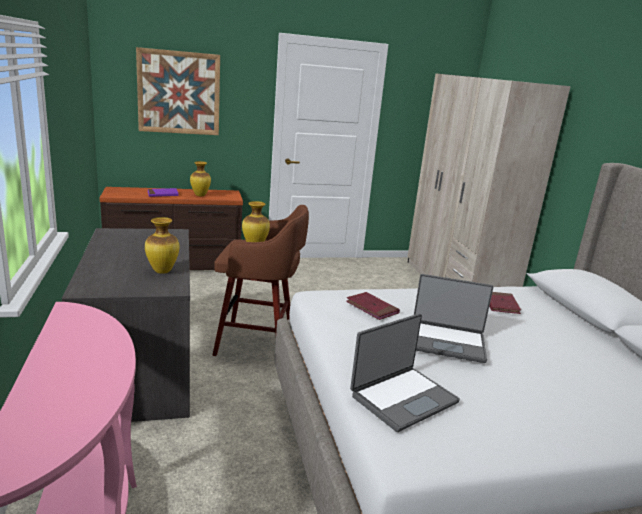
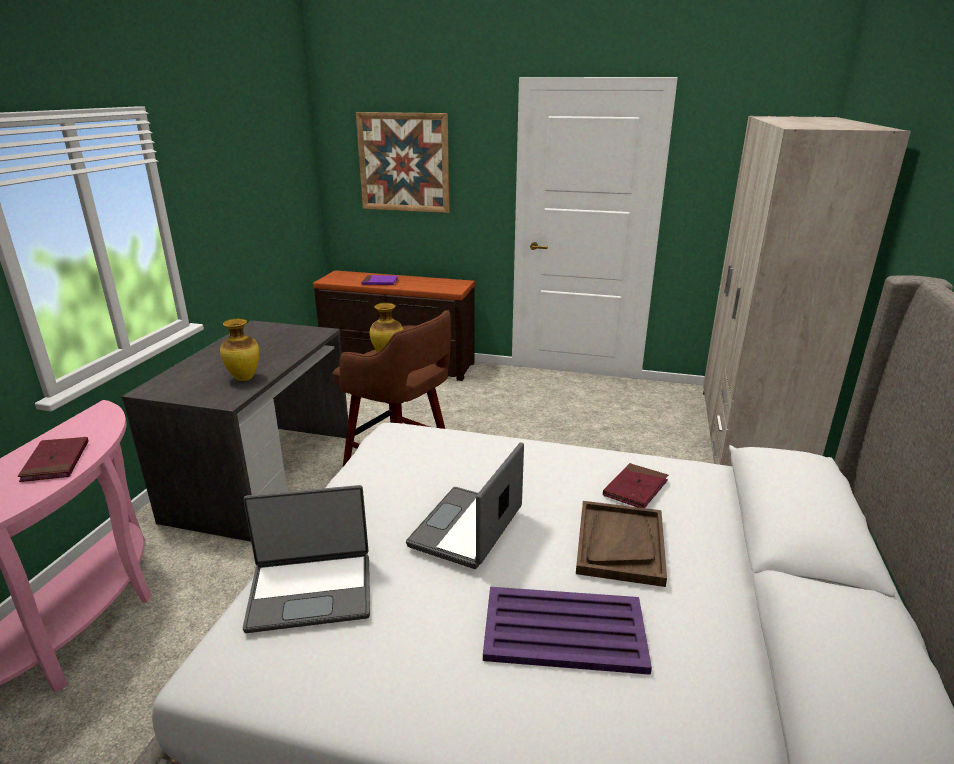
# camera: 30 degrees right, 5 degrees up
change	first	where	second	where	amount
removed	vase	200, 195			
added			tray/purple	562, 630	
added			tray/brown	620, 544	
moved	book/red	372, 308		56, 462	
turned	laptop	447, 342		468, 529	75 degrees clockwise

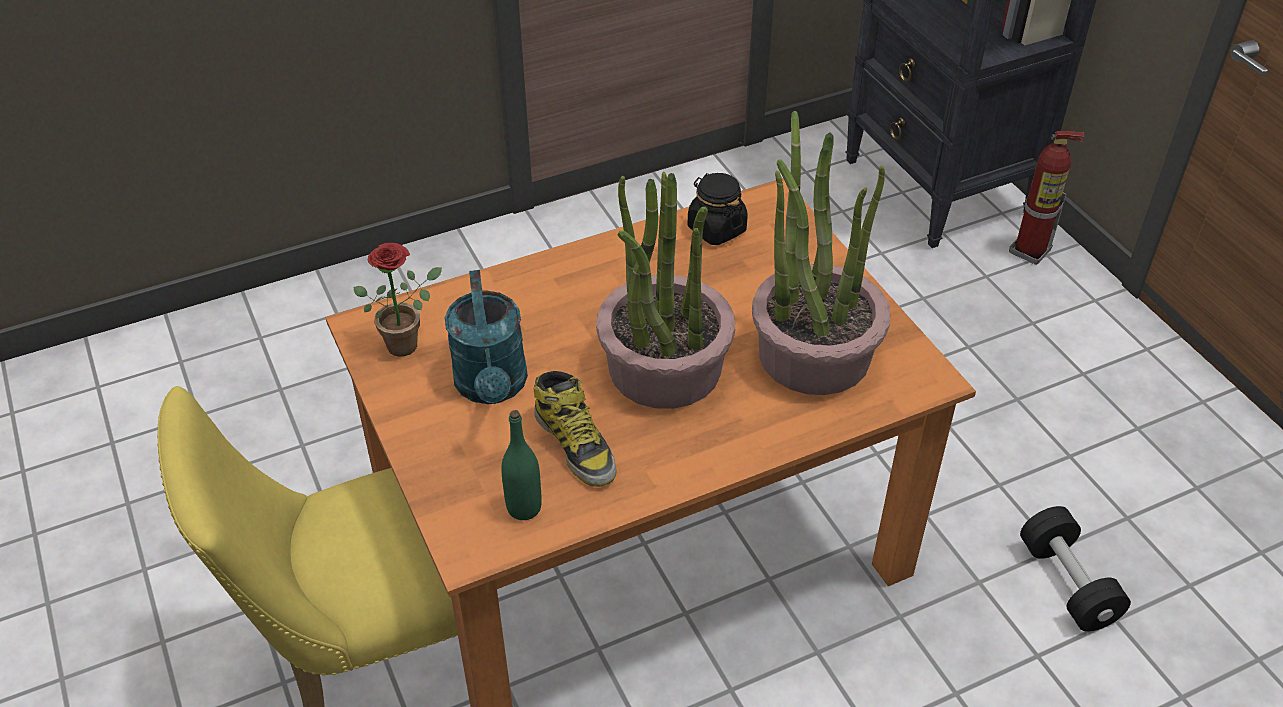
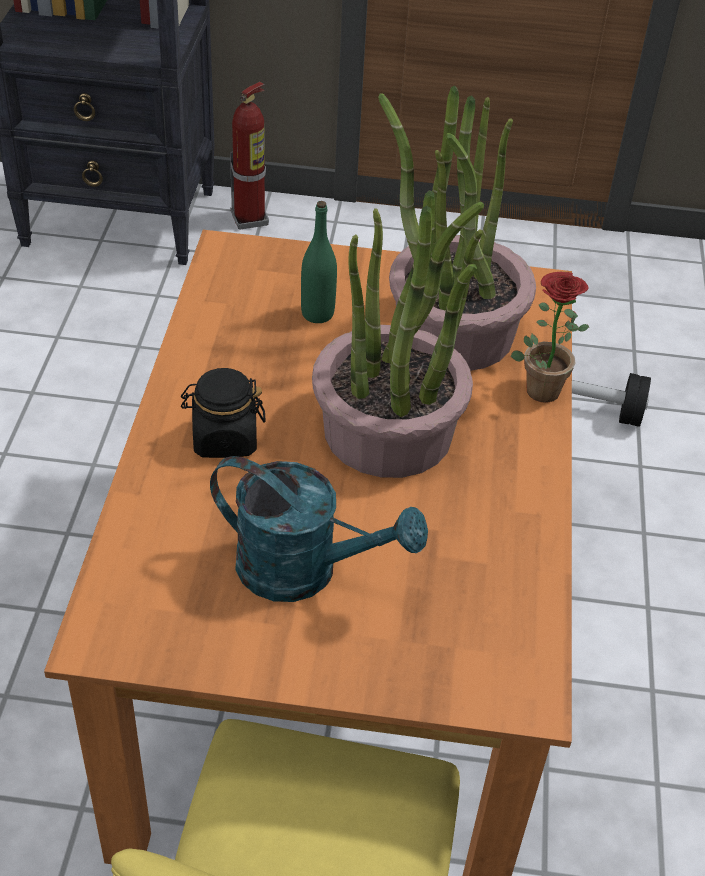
# camera: 60 degrees left, 0 degrees up
change	first	where	second	where	amount
removed	boot	576, 444			
moved	potted plant	407, 342		540, 385	
moved	bottle/green	524, 508		317, 314	
moved	jar/black	716, 229		224, 439	

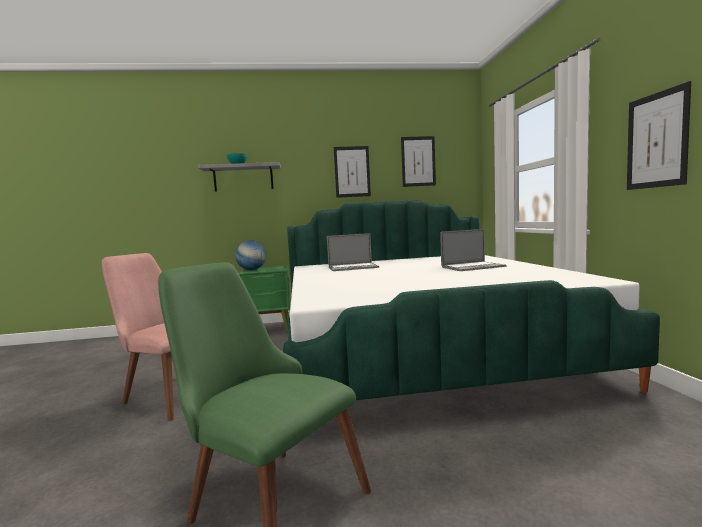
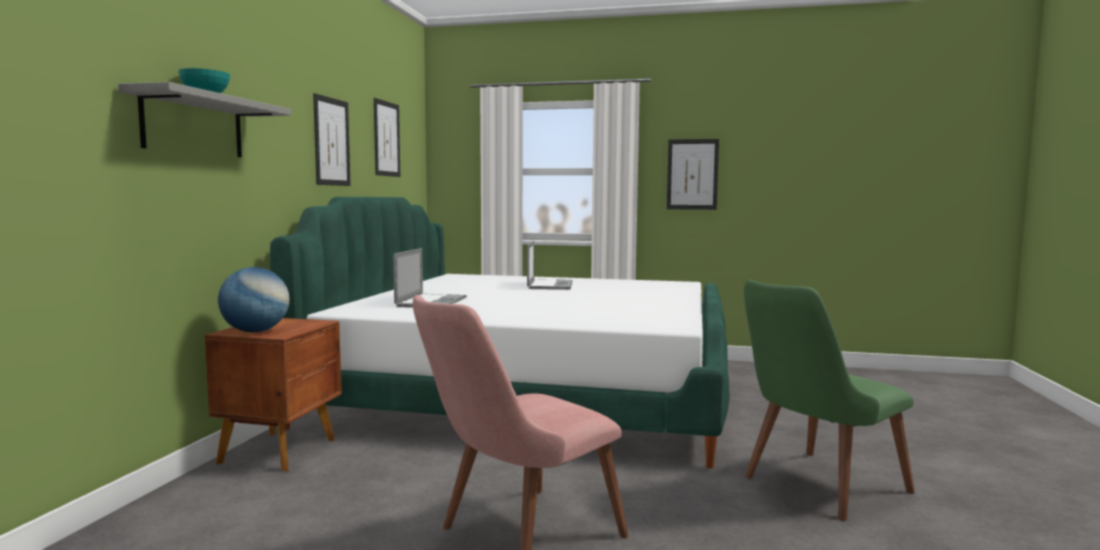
# camera: 70 degrees left, 0 degrees up
change	first	where	second	where	amount
recoloured	nightstand/green	270, 329	nightstand/brown	280, 450	

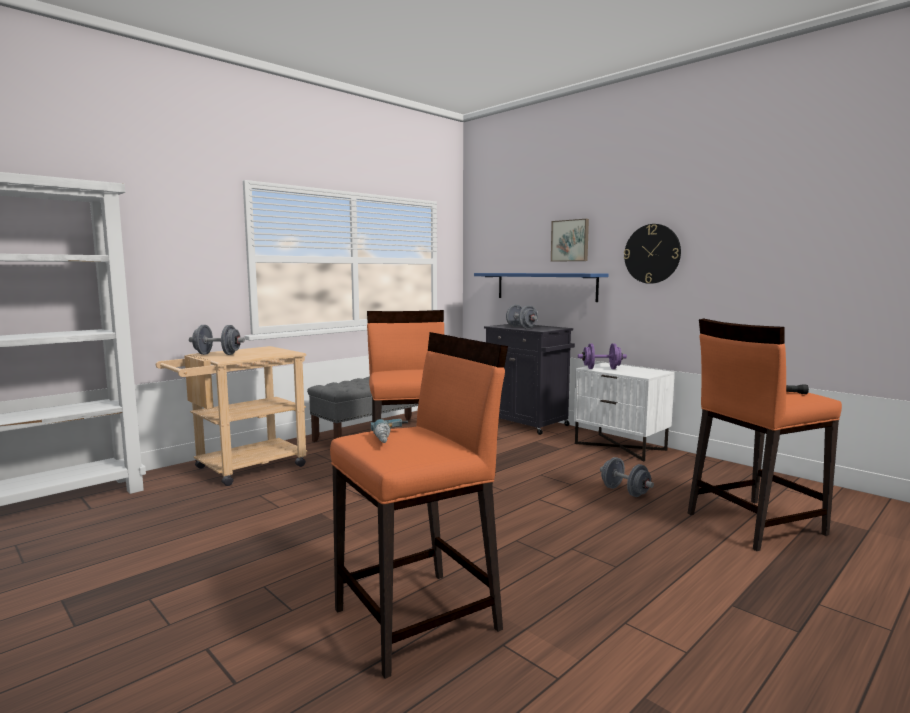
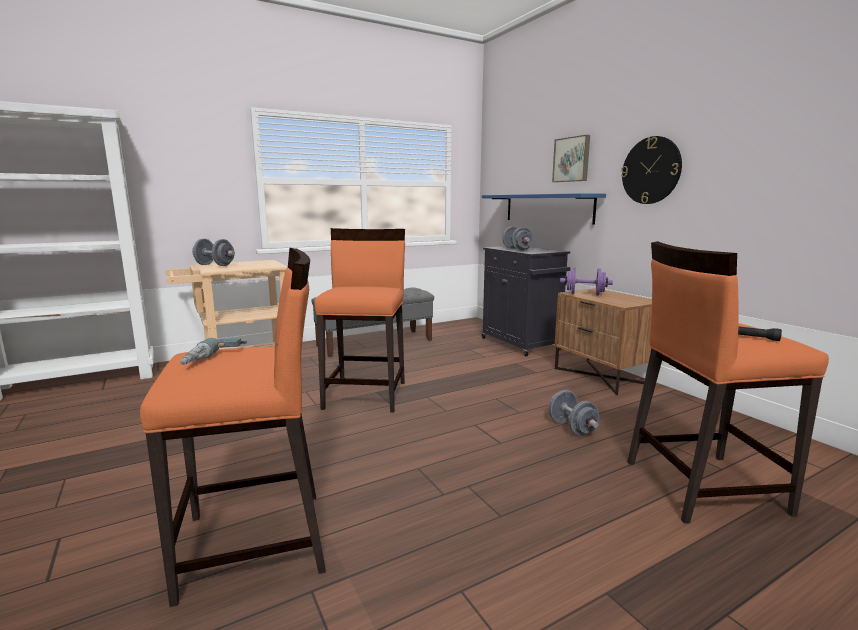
# camera: 15 degrees right, 5 degrees up
change	first	where	second	where	amount
recoloured	nightstand/white	621, 446	nightstand/brown	602, 376	

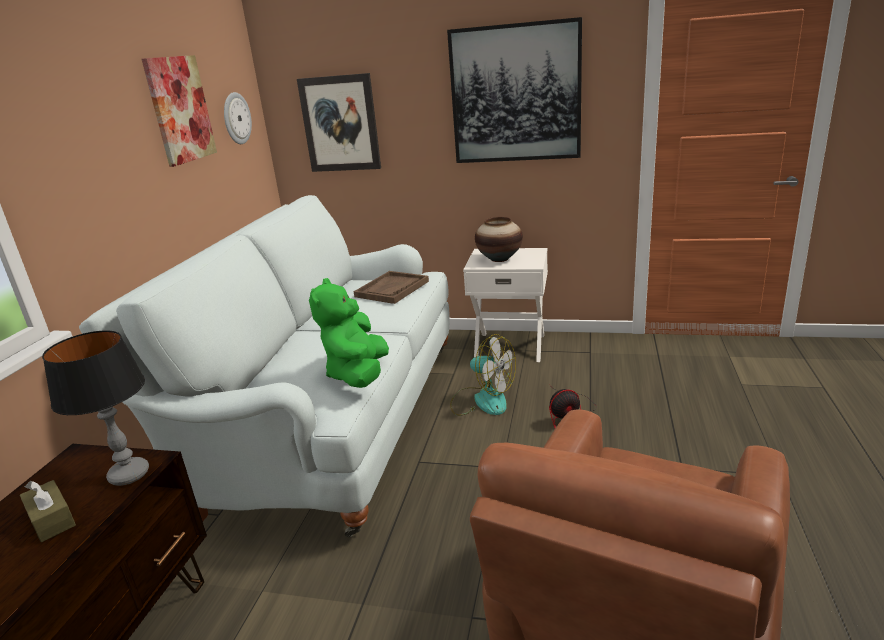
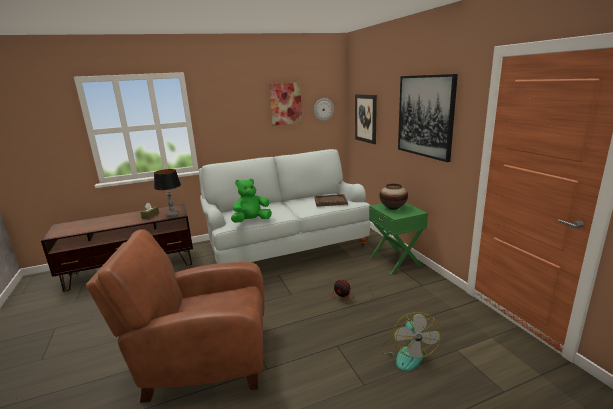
# camera: 55 degrees right, 5 degrees down
change	first	where	second	where	amount
moved	fan	482, 400		406, 353	
recoloured	nightstand/white	510, 346	nightstand/green	396, 261	

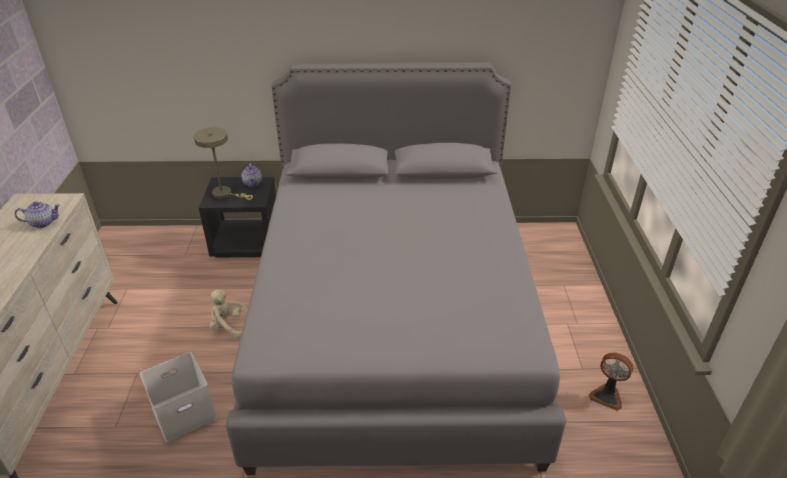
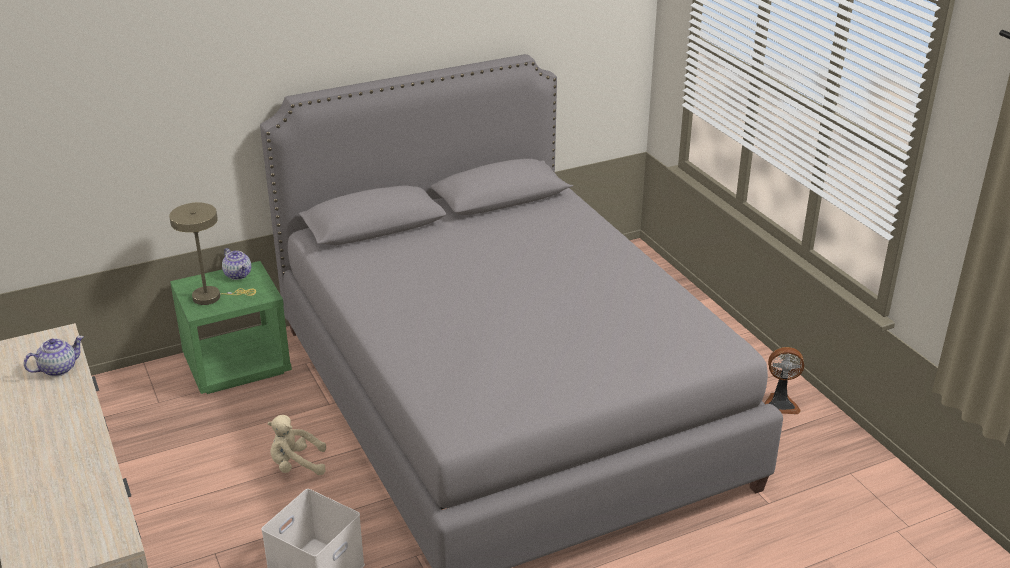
# camera: 25 degrees left, 5 degrees down
change	first	where	second	where	amount
recoloured	nightstand/black	247, 242	nightstand/green	237, 365	

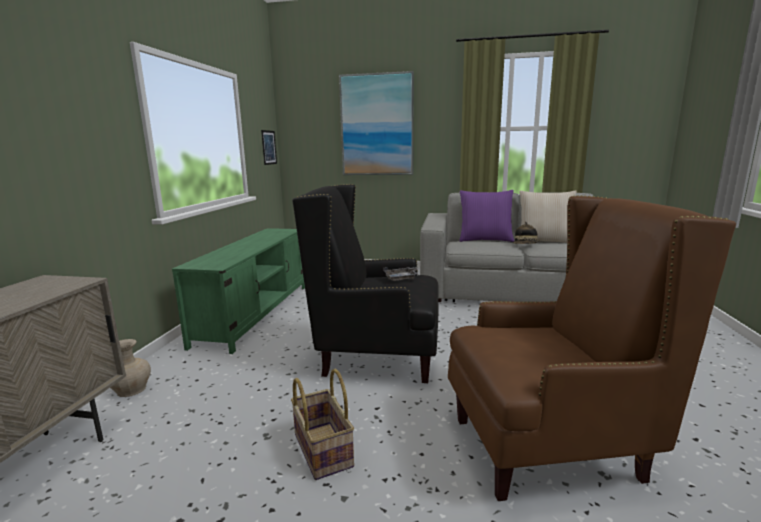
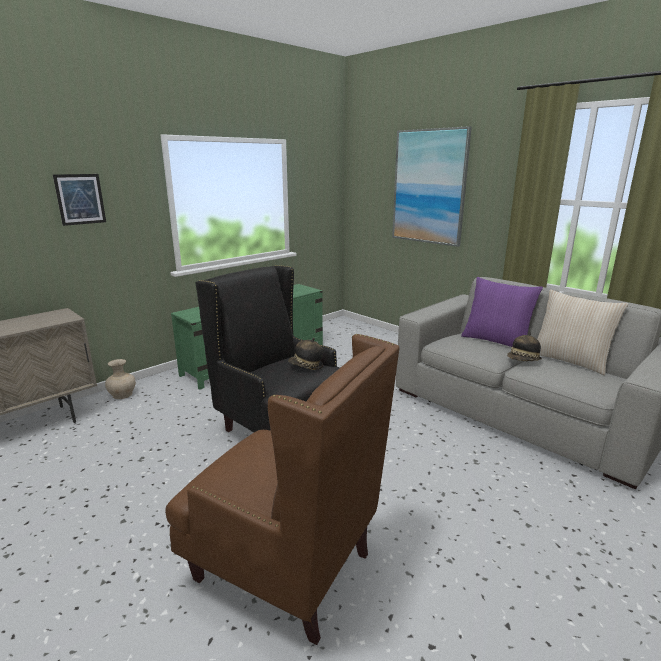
# camera: 35 degrees right, 5 degrees up
change	first	where	second	where	amount
removed	basket	321, 450			
moved	picture	269, 147		80, 199	
replaced	tray/grey	402, 278	hat	306, 366	

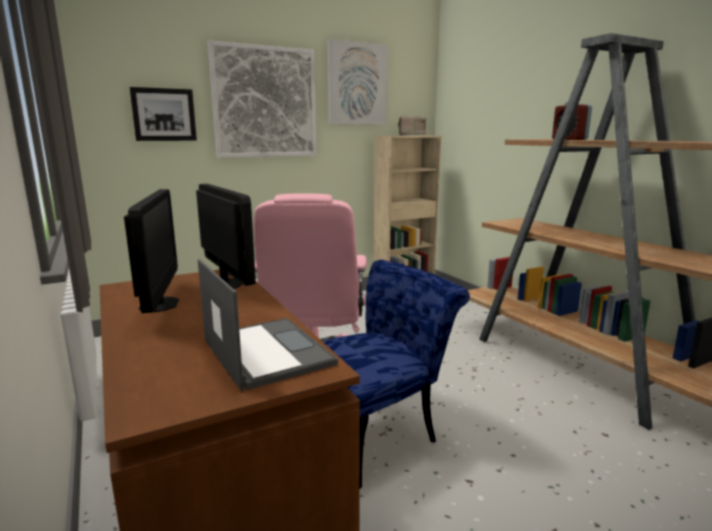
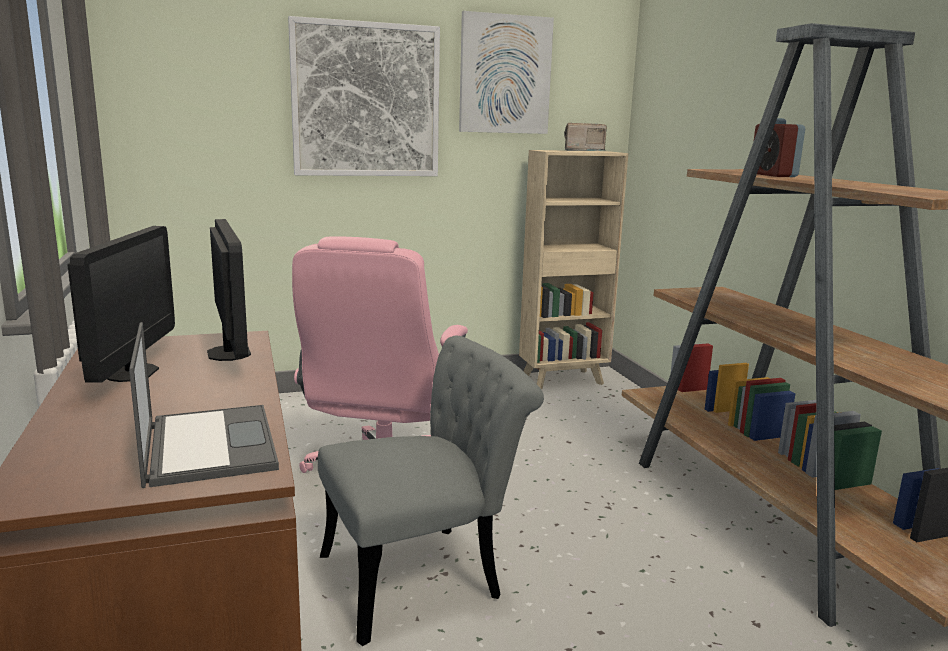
# camera: 10 degrees right, 0 degrees up
change	first	where	second	where	amount
removed	picture	164, 114			
recoloured	chair/blue	377, 433	chair/grey	425, 575	

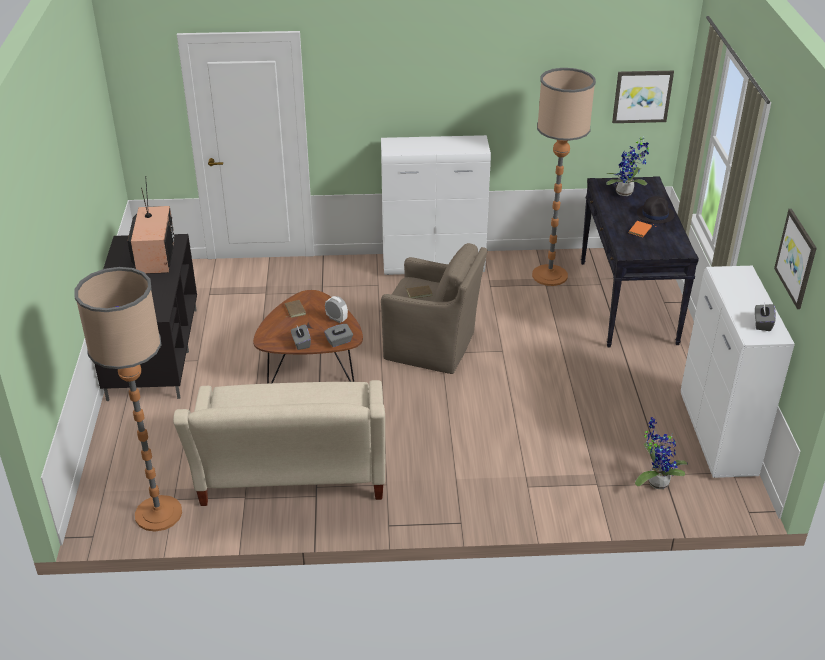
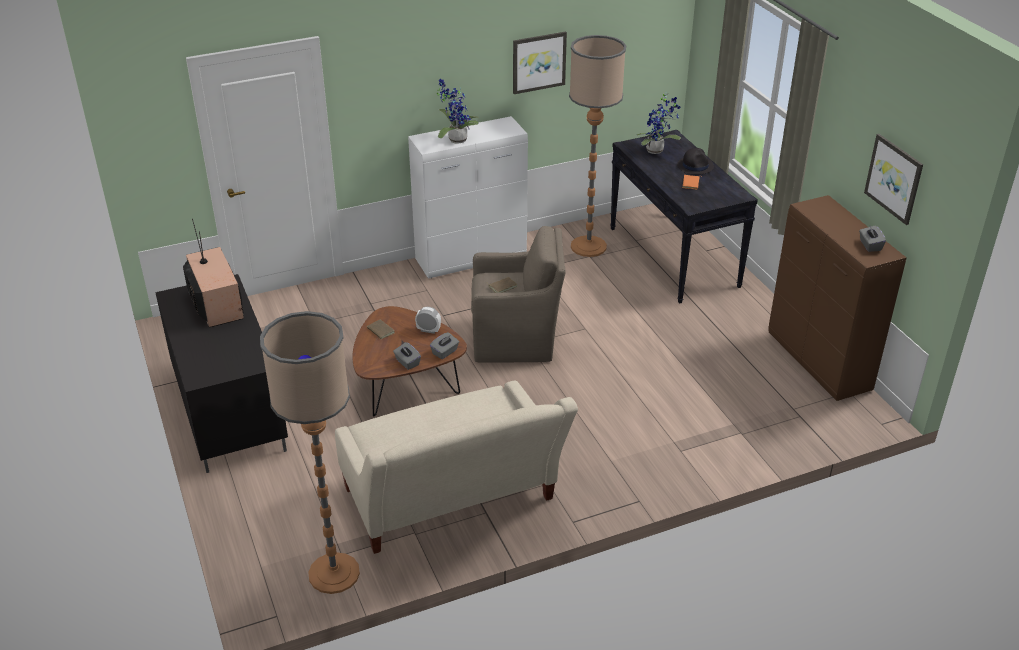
# camera: 20 degrees left, 0 degrees up
change	first	where	second	where	amount
moved	picture	642, 96		538, 62	
moved	potted plant	655, 481		455, 139	
recoloured	cabinet/white	717, 436	cabinet/brown	819, 363	

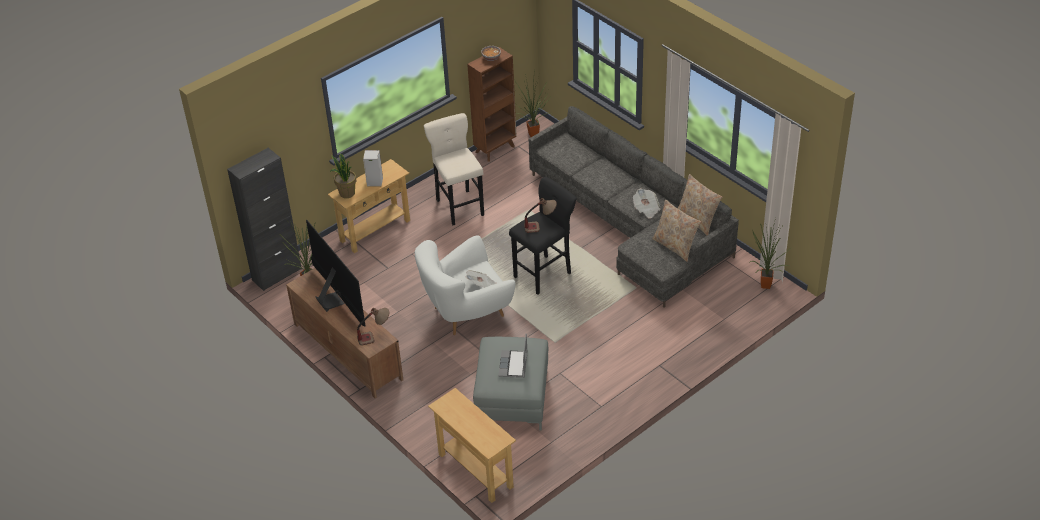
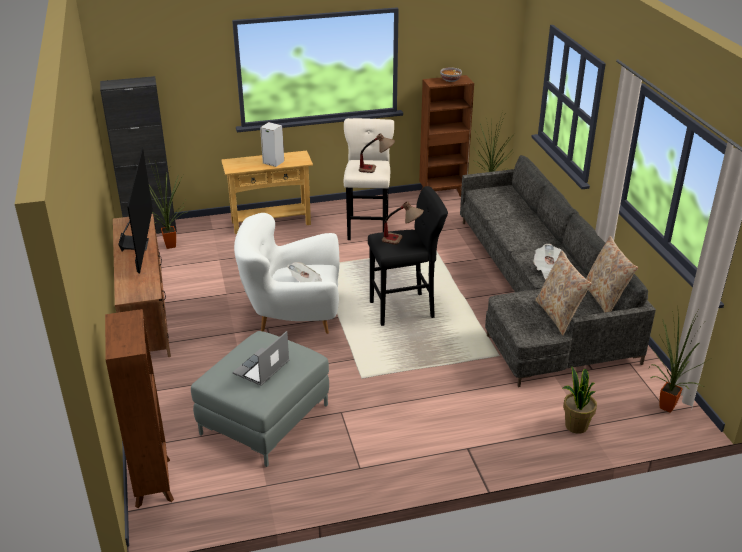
# camera: 25 degrees right, 10 degrees down
change	first	where	second	where	amount
moved	potted plant	346, 193		575, 425	
moved	table lamp	375, 337		376, 170	
replaced	console table/beige	475, 470	bookcase/brown	153, 481	

